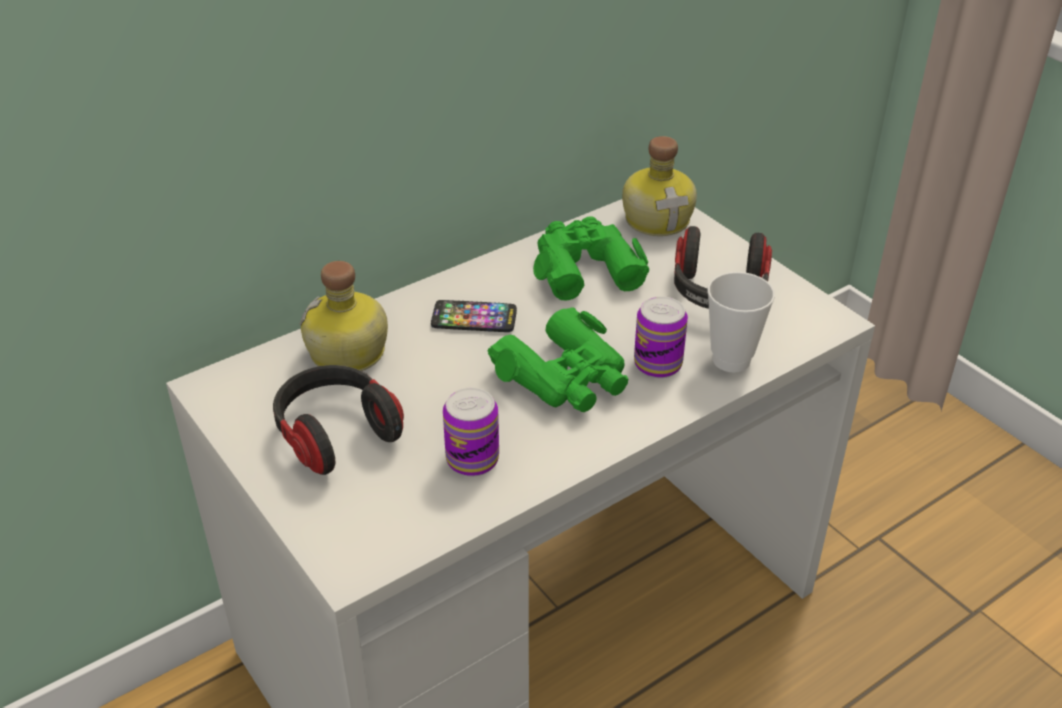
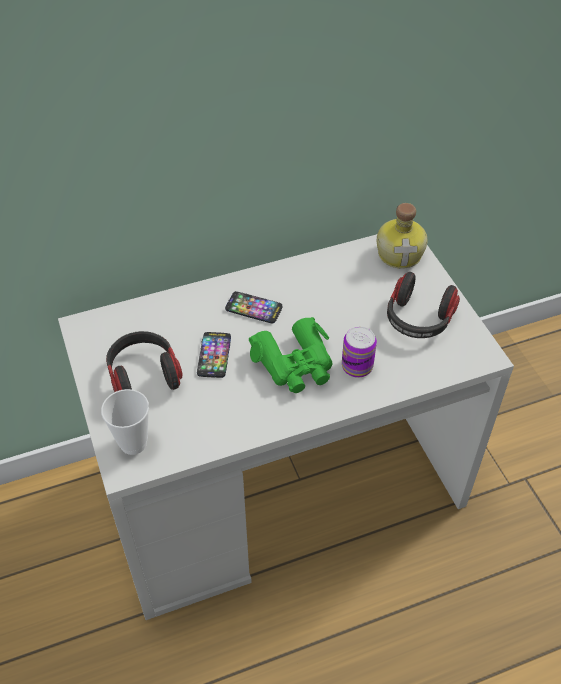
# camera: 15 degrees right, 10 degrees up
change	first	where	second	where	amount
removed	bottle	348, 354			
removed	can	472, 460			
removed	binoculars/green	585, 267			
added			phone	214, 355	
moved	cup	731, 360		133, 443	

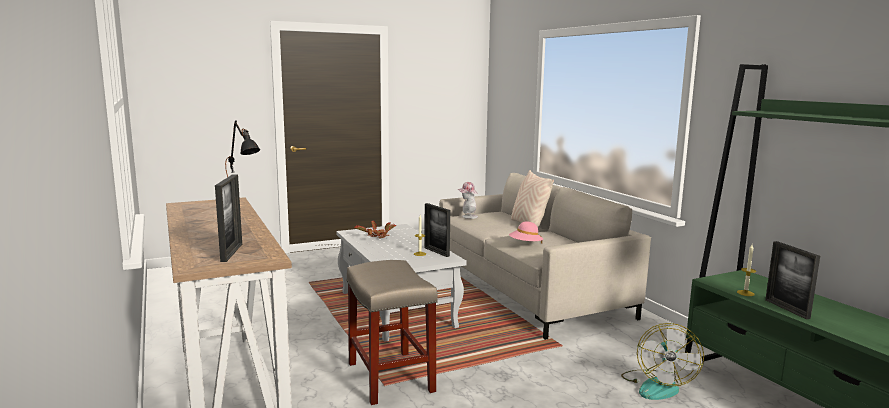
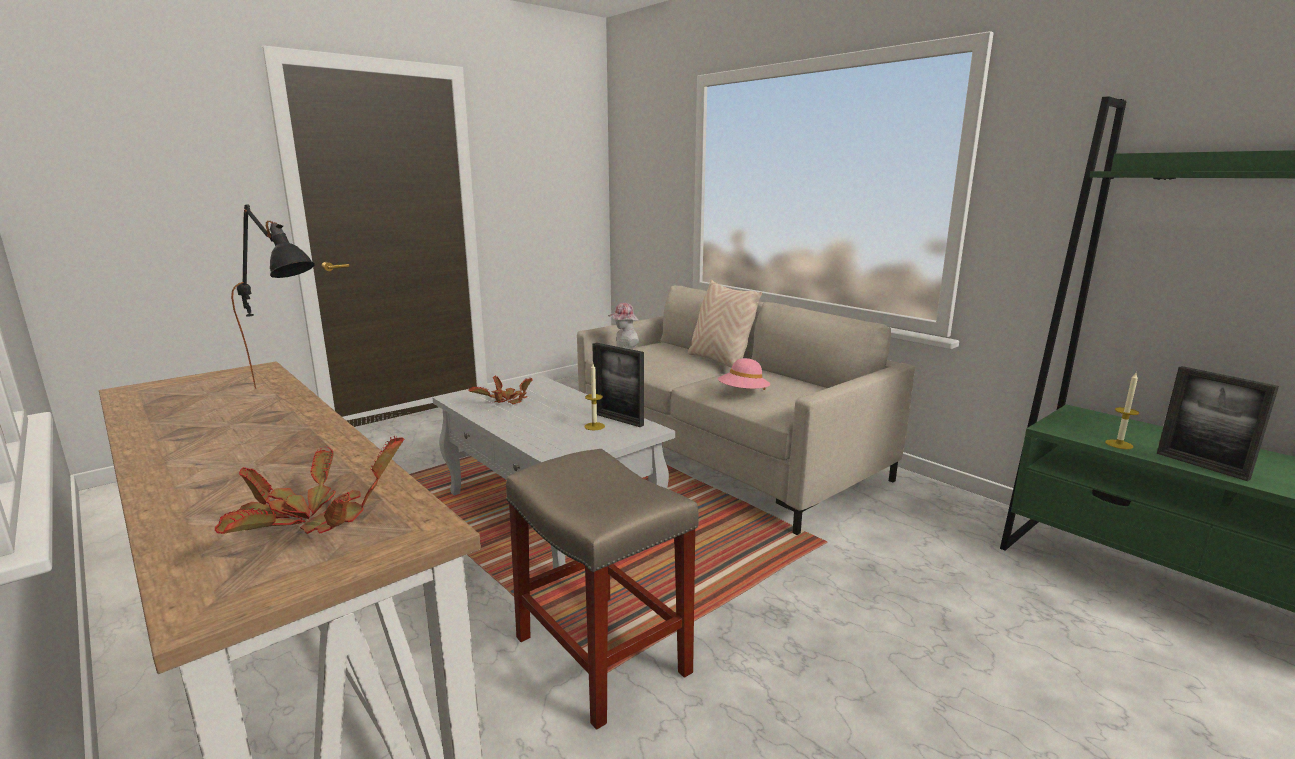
# camera: 15 degrees left, 5 degrees up
change	first	where	second	where	amount
removed	fan	657, 385			
replaced	picture frame	231, 252	potted plant	308, 524	

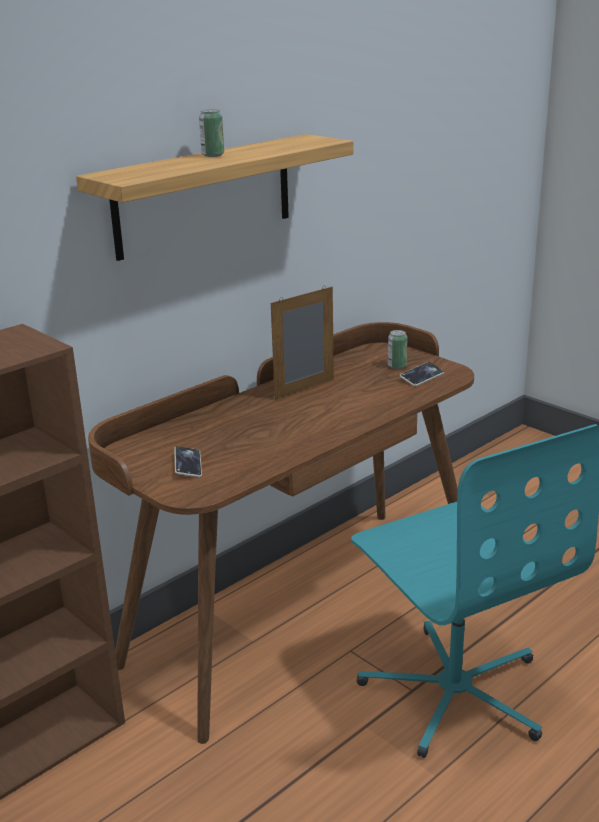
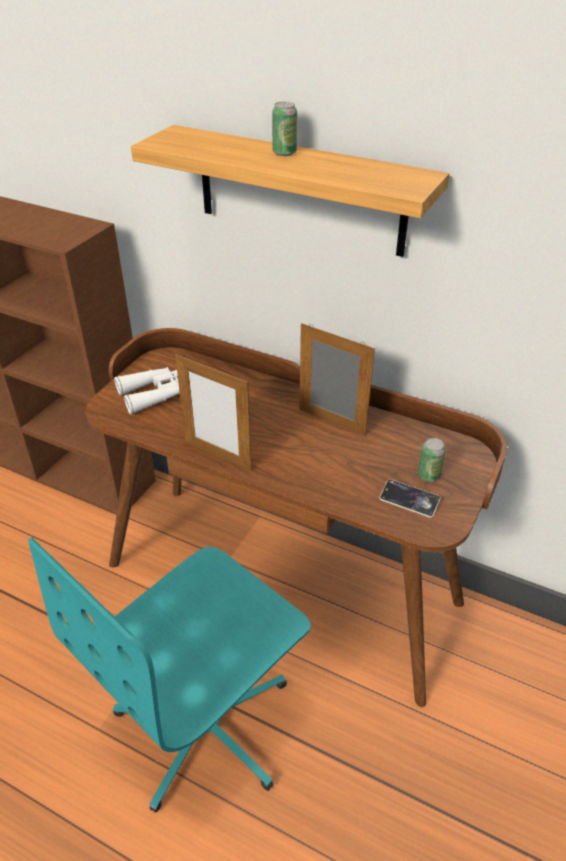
# camera: 70 degrees right, 15 degrees up
change	first	where	second	where	amount
added			picture frame	217, 456	
replaced	phone	188, 465	binoculars/white	154, 394	

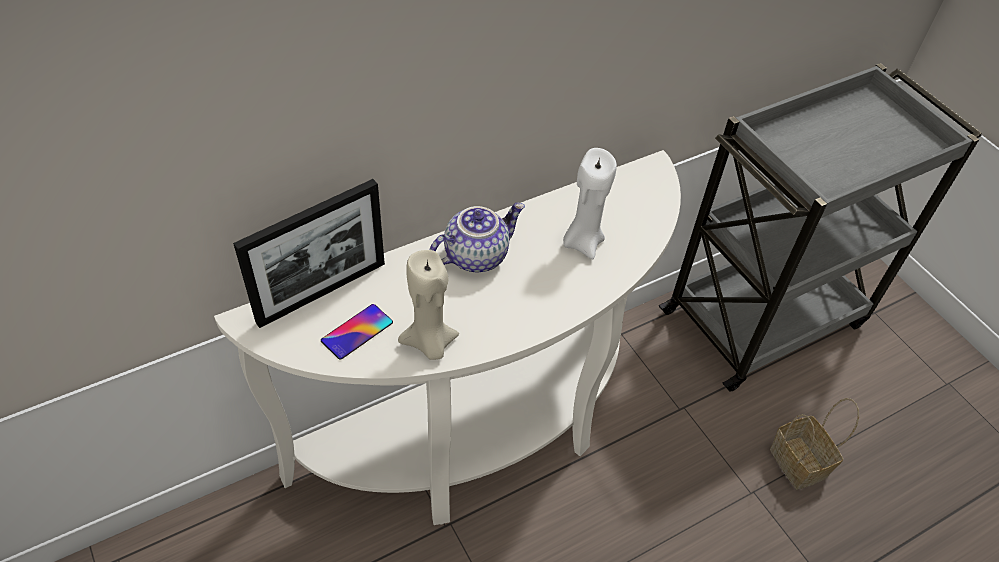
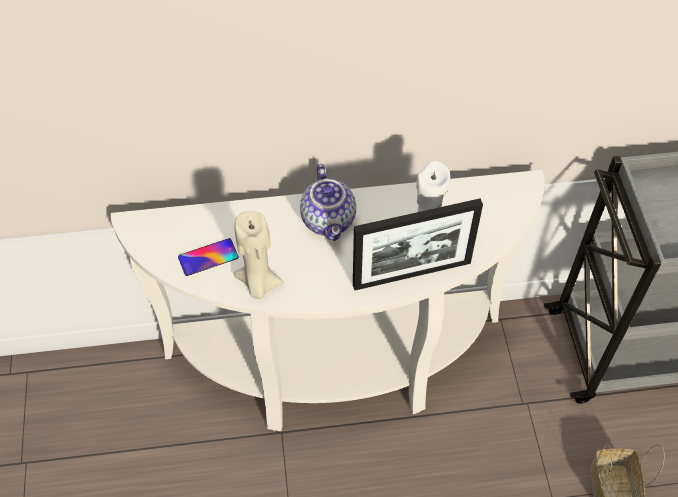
# camera: 25 degrees right, 5 degrees up
change	first	where	second	where	amount
moved	picture frame	322, 292		412, 274	
turned	teapot	475, 255		329, 221	90 degrees clockwise

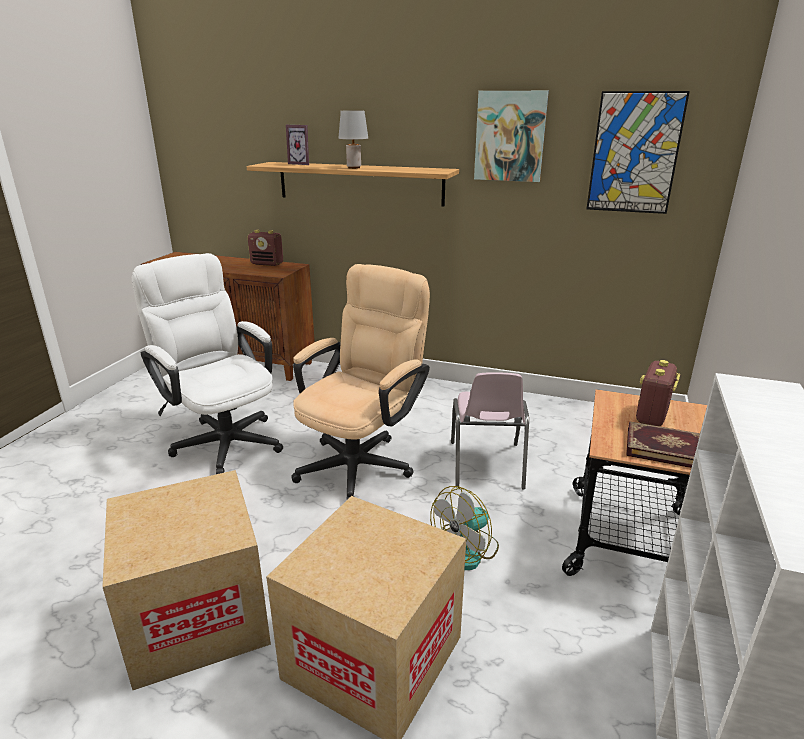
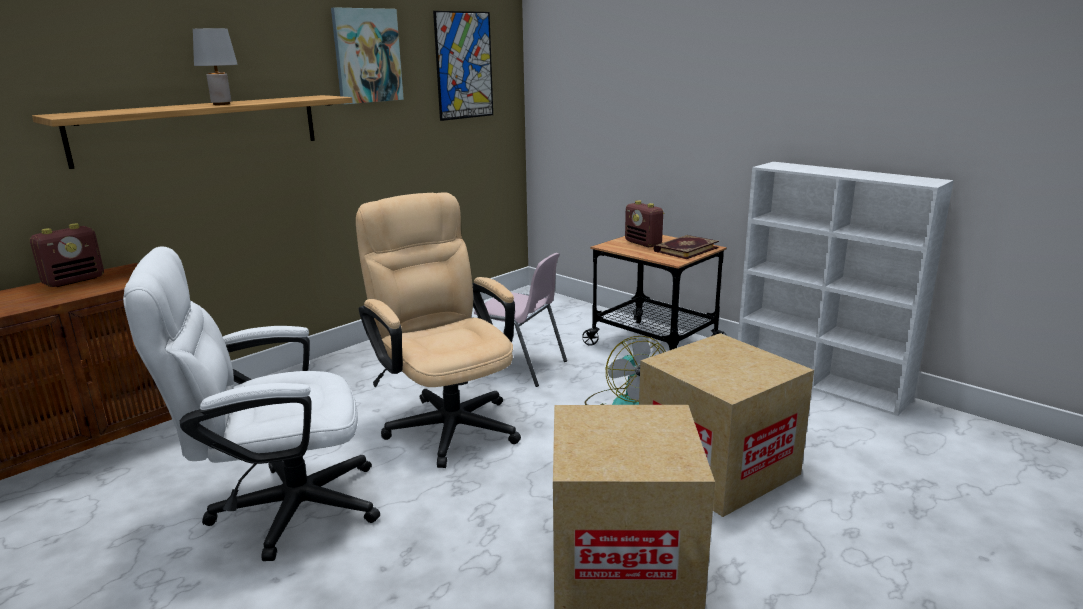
# camera: 65 degrees left, 5 degrees down
change	first	where	second	where	amount
removed	picture frame	302, 164			

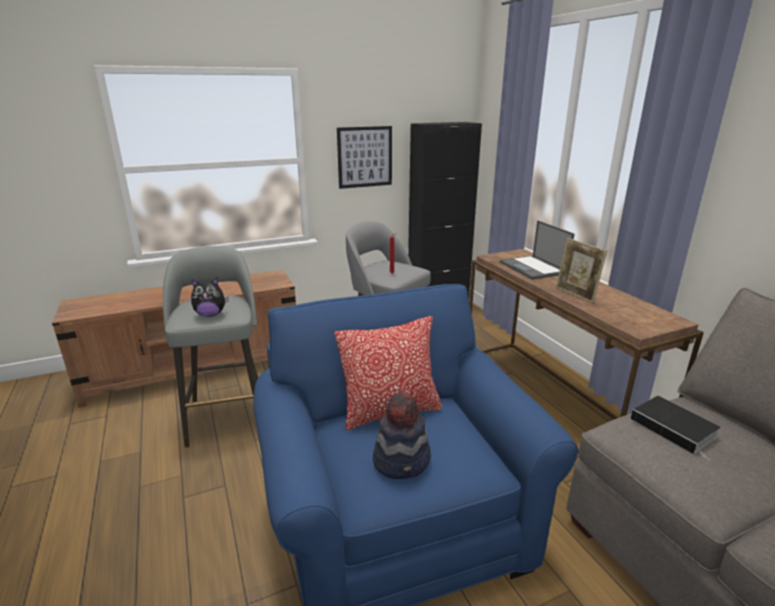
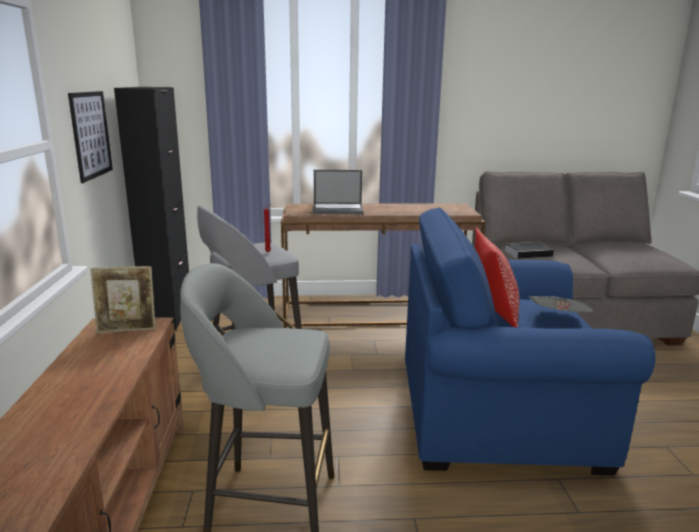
# camera: 70 degrees left, 5 degrees down
change	first	where	second	where	amount
removed	plush toy	210, 314			
moved	picture frame	575, 295		127, 330	
replaced	hat	402, 460	newspaper	558, 320	

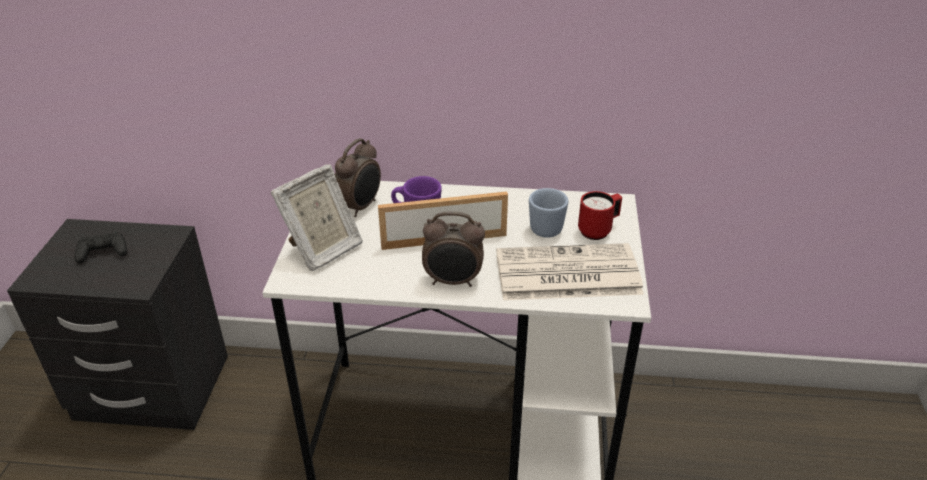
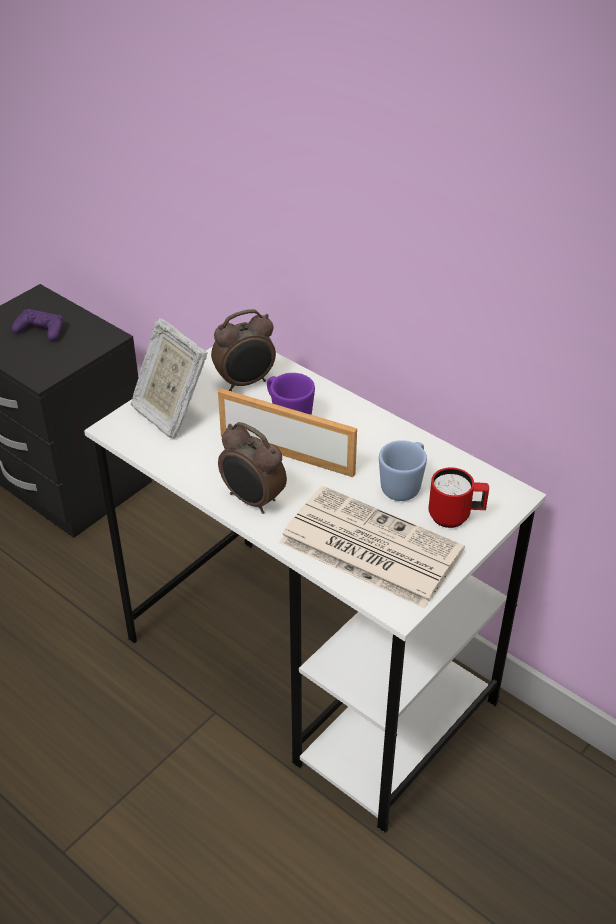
# camera: 35 degrees right, 5 degrees up
change	first	where	second	where	amount
recoloured	game controller/black	103, 252	game controller/purple	40, 330	
turned	picture frame	323, 250		170, 412	60 degrees clockwise

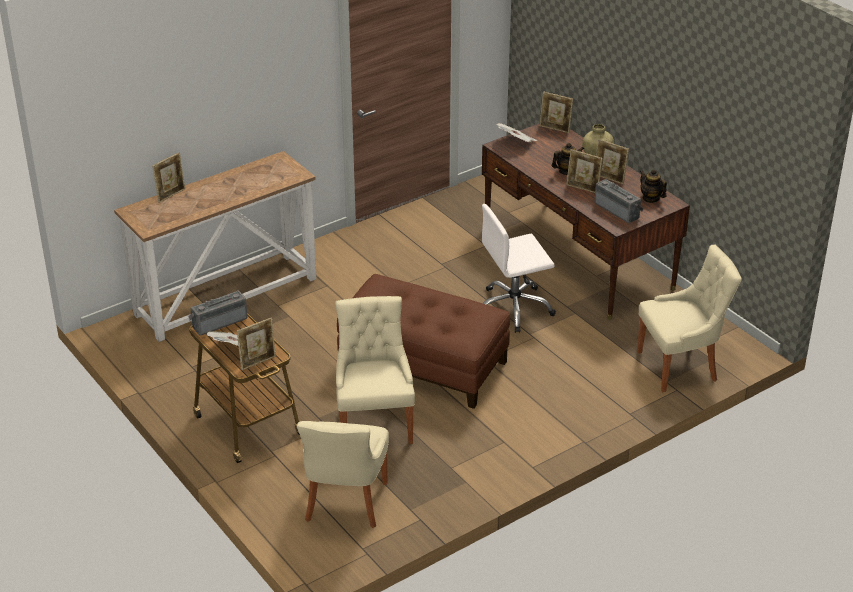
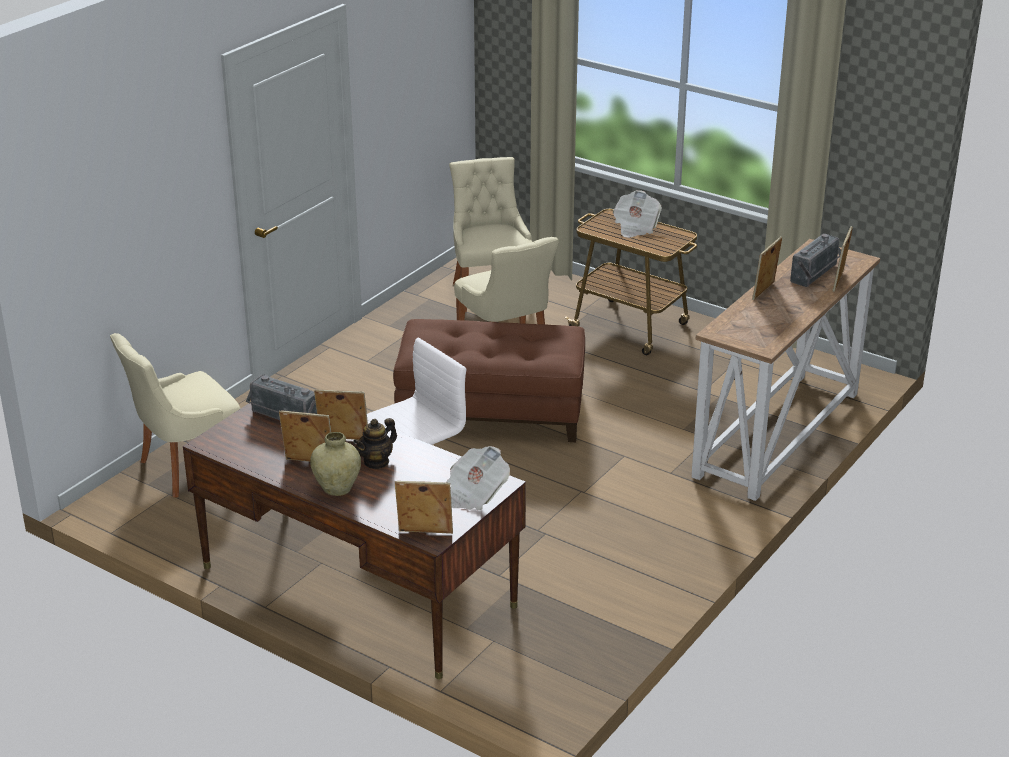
# camera: 160 degrees right, 5 degrees down
change	first	where	second	where	amount
removed	teapot	651, 198			
moved	radio	219, 322		816, 275	
moved	picture frame	258, 362		764, 292	

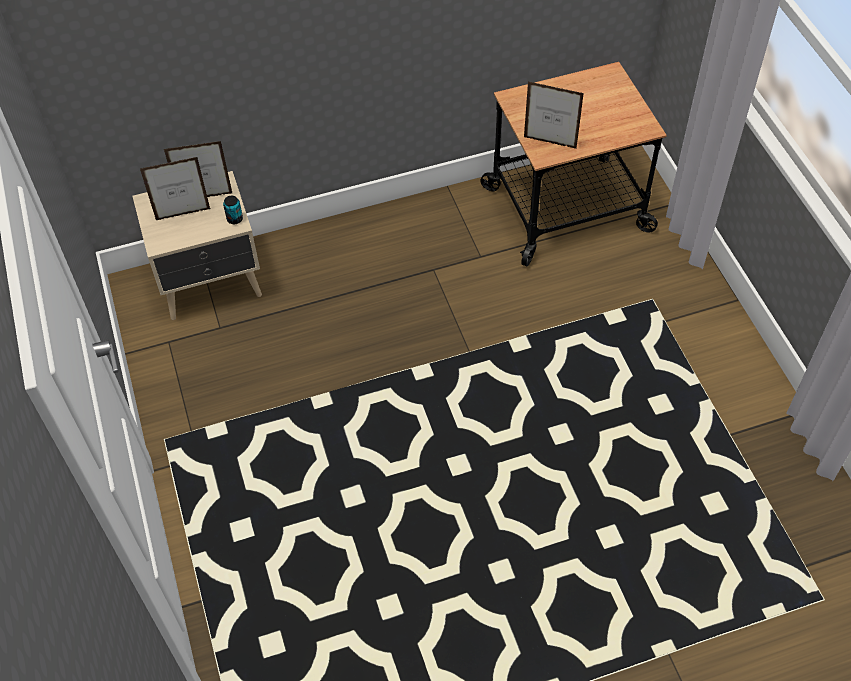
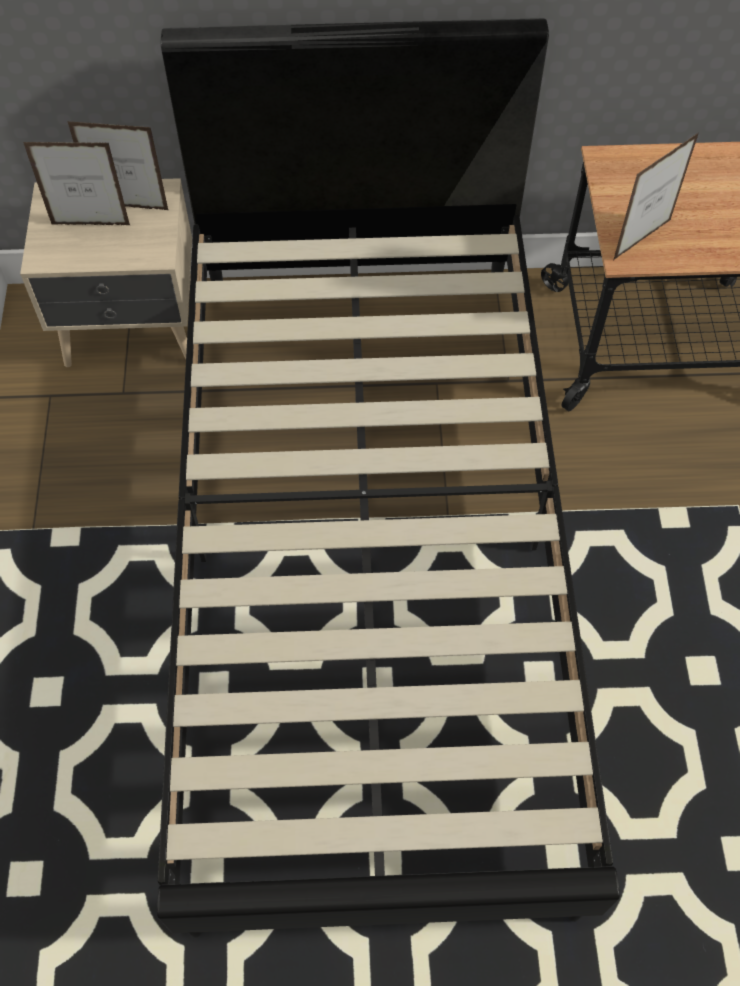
# camera: 15 degrees right, 5 degrees up
change	first	where	second	where	amount
removed	can	235, 219			
added			bed/black	370, 554	
turned	picture frame	550, 143		642, 240	75 degrees counterclockwise

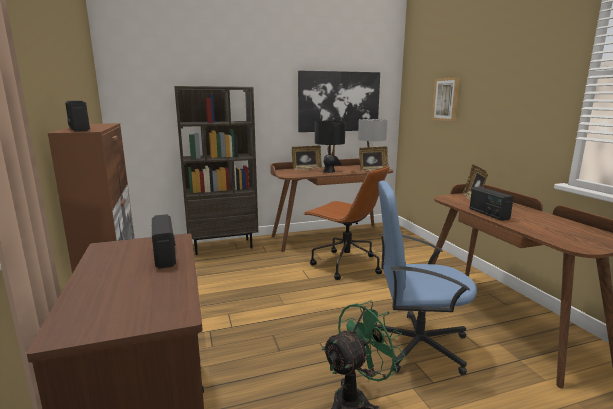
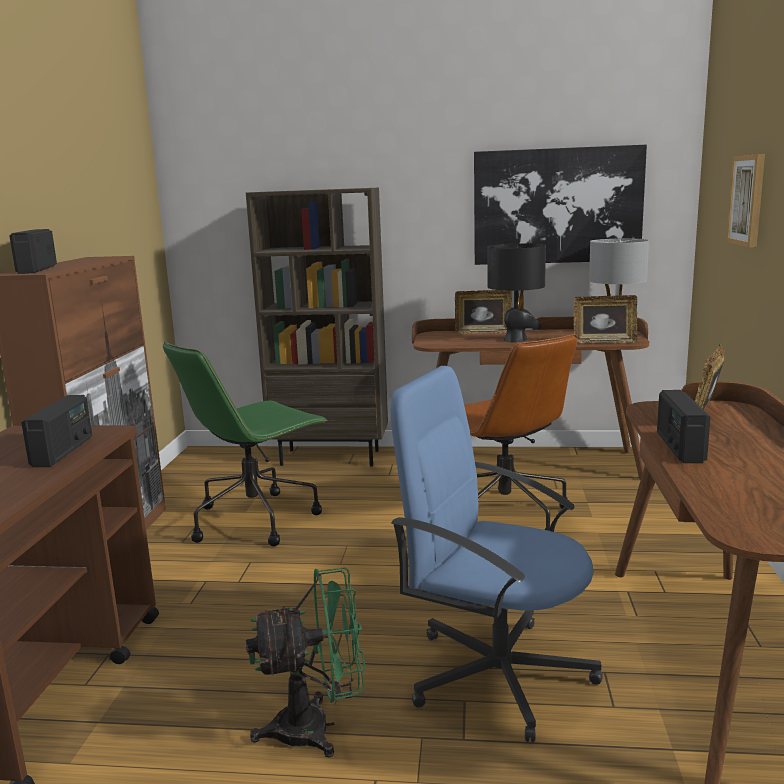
# camera: 25 degrees right, 0 degrees up
change	first	where	second	where	amount
added			office chair/green	256, 519	

